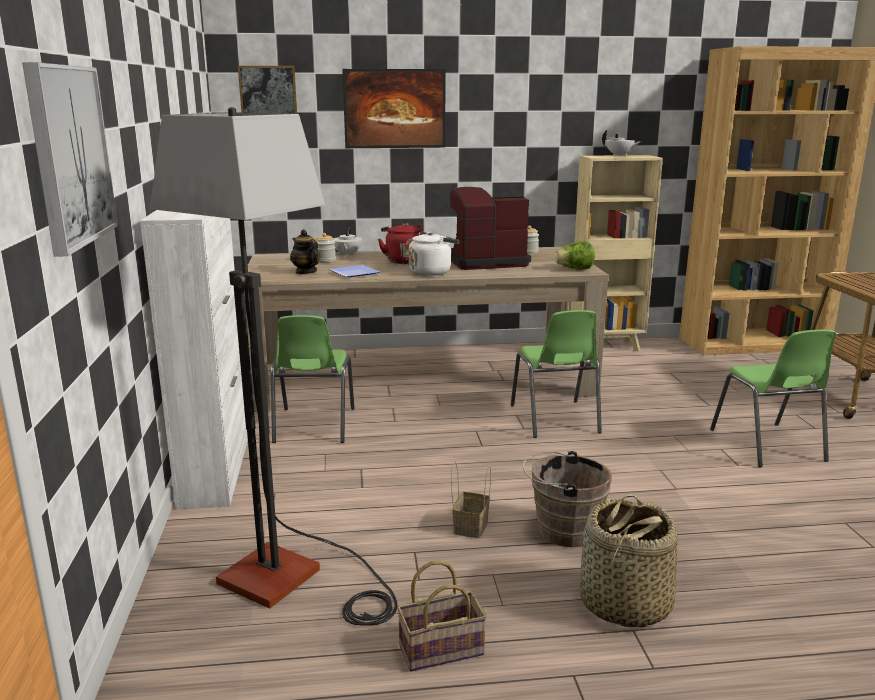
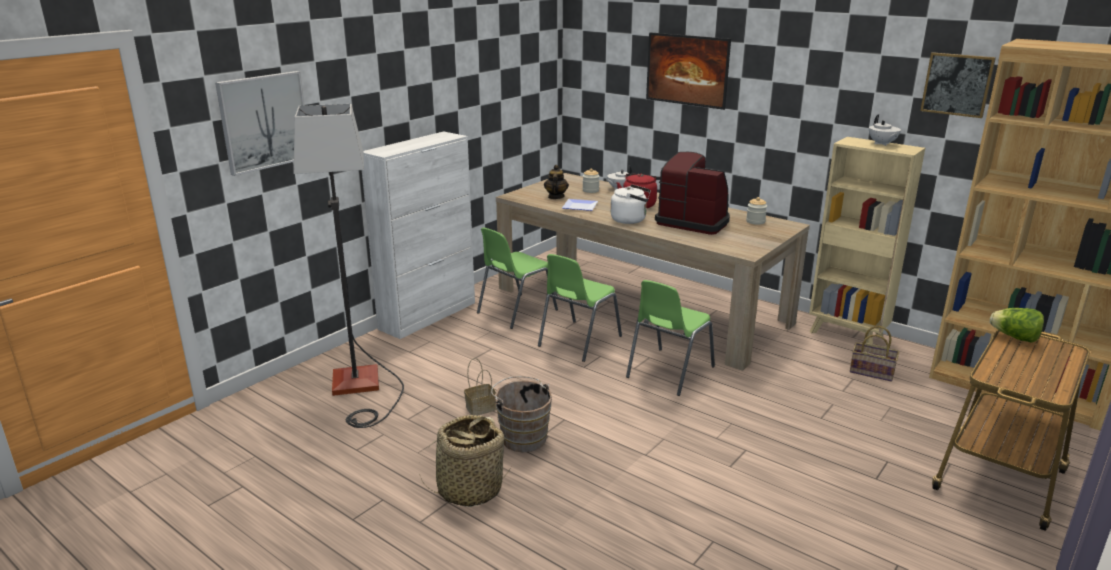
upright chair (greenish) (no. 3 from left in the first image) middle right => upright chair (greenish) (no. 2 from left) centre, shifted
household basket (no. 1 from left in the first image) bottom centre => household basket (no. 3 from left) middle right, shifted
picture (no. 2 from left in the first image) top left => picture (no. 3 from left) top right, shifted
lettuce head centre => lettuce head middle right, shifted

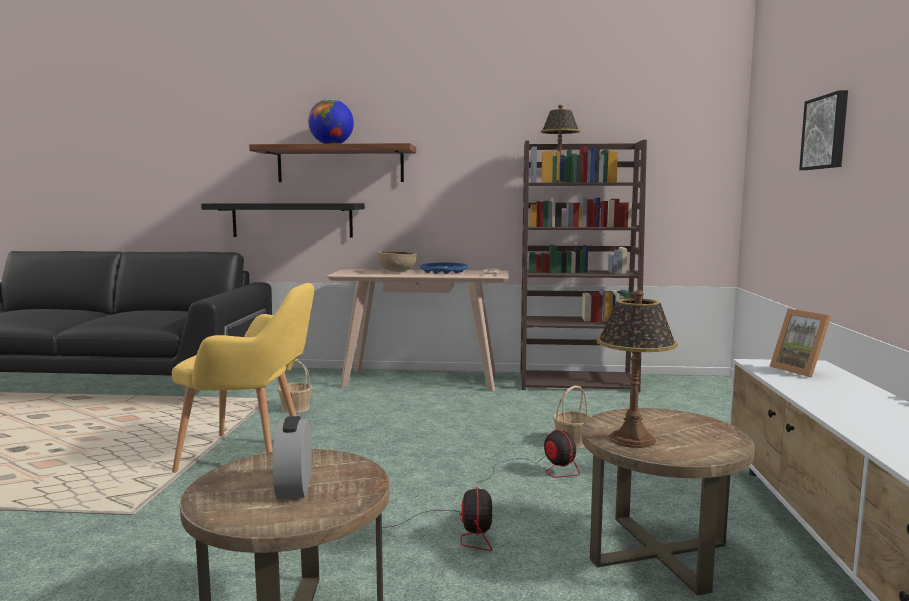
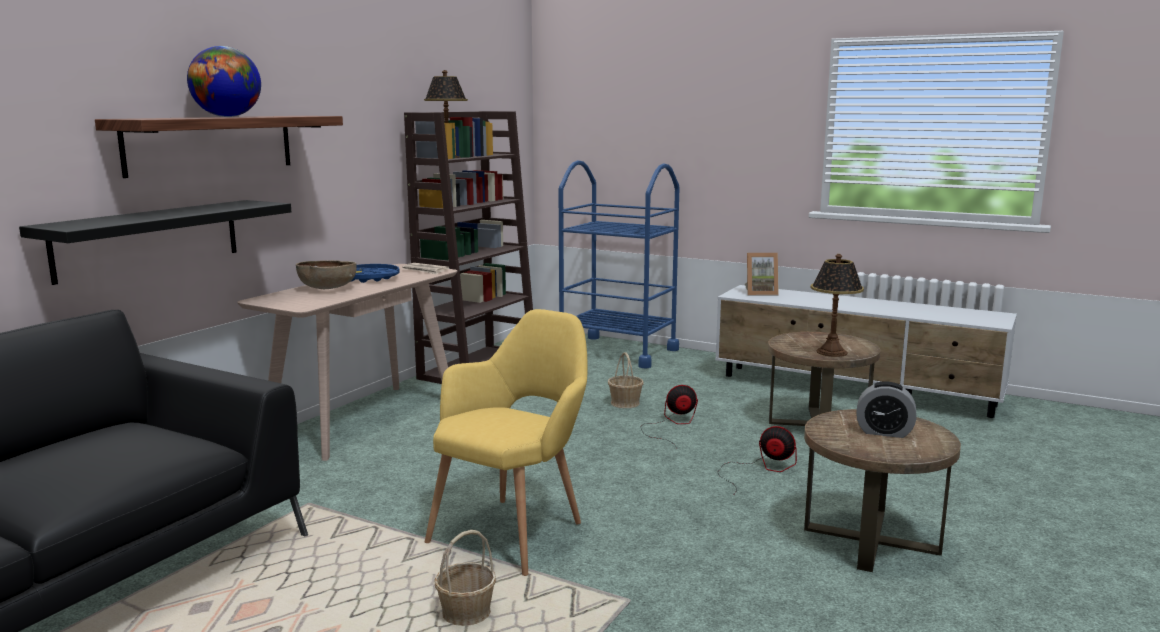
household basket (no. 1 from left) middle left => household basket (no. 1 from left) bottom centre, shifted
nothing => wheeled cart (blue) centre
picture top right => nothing

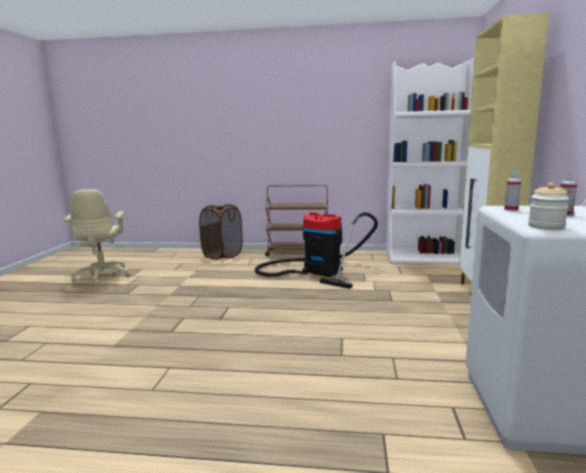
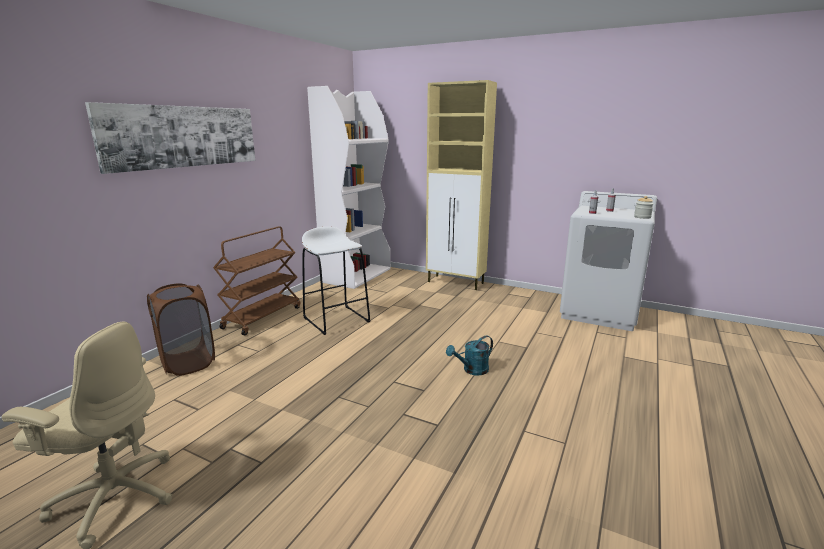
nothing => picture top left
hoover centre => stool seat (white-coloured) centre
nothing => watering pot (turquoise-coloured) centre

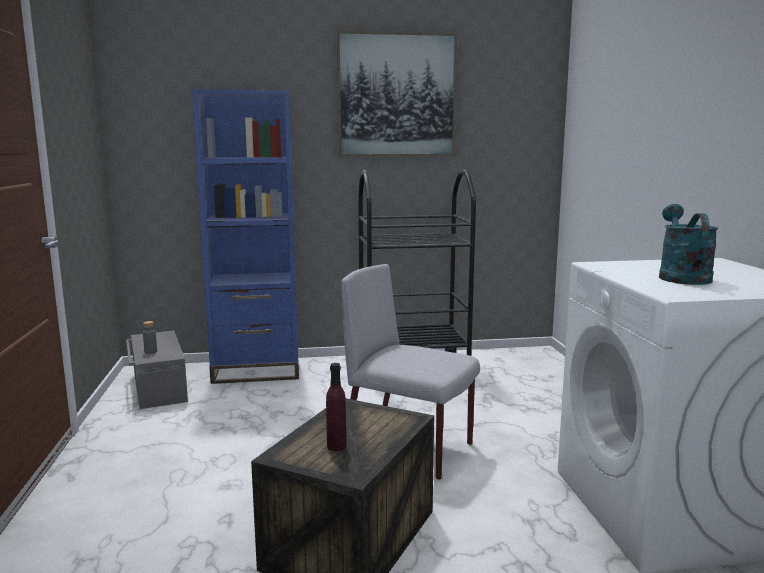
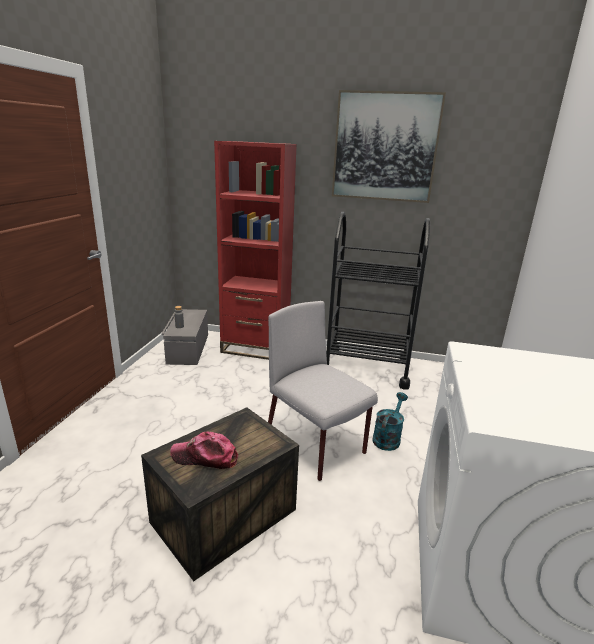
bottle (purple-coloured) bottom centre => peaked cap bottom centre
bookcase (blue) middle left => bookcase (red) centre
watering pot (turquoise-coloured) middle right => watering pot (turquoise-coloured) centre, shifted

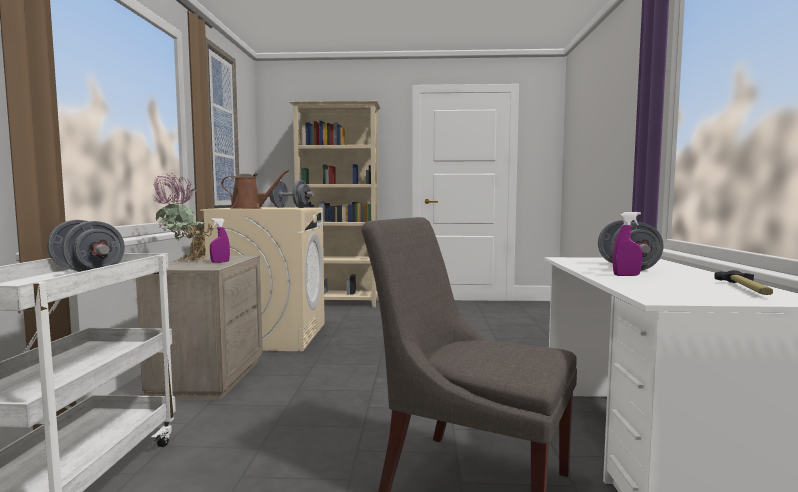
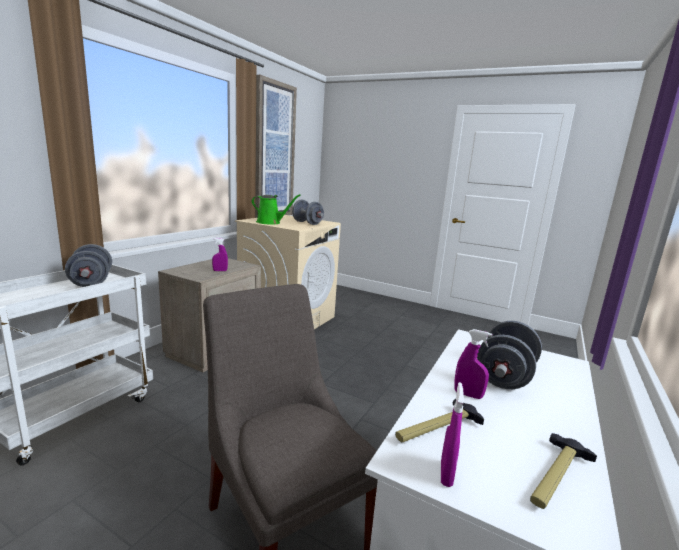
watering pot (brownish) middle left => watering pot (greenish) centre
nothing => tool hammer (no. 1 from left) bottom centre
nothing => sprayer (purple-coloured) (no. 2 from left) bottom centre
plant in a pot middle left => nothing
bookcase (beige-coloured) centre => nothing

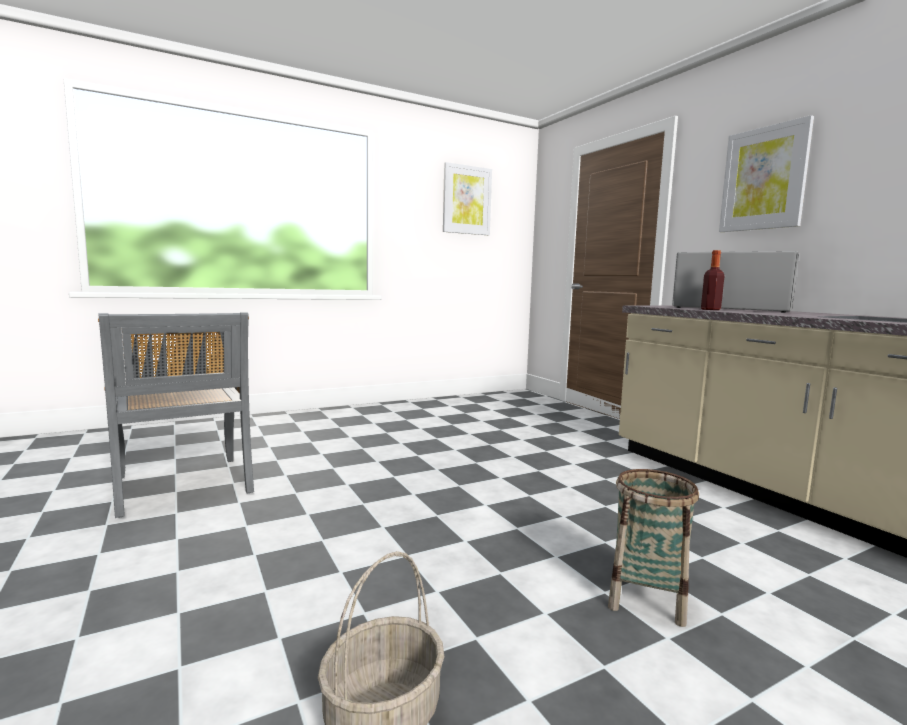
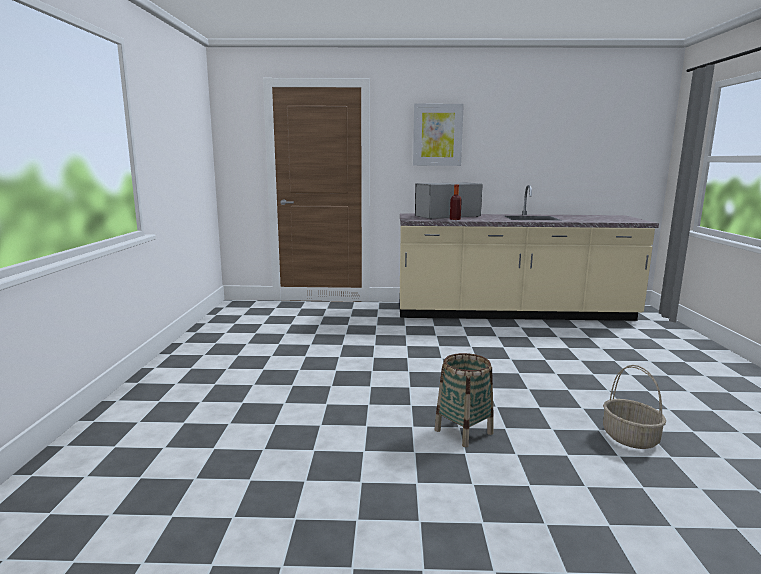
household basket (no. 2 from left in the first image) bottom right => household basket (no. 1 from left) bottom centre, shifted
upright chair (grey) middle left => nothing
picture (no. 1 from left) top centre => nothing

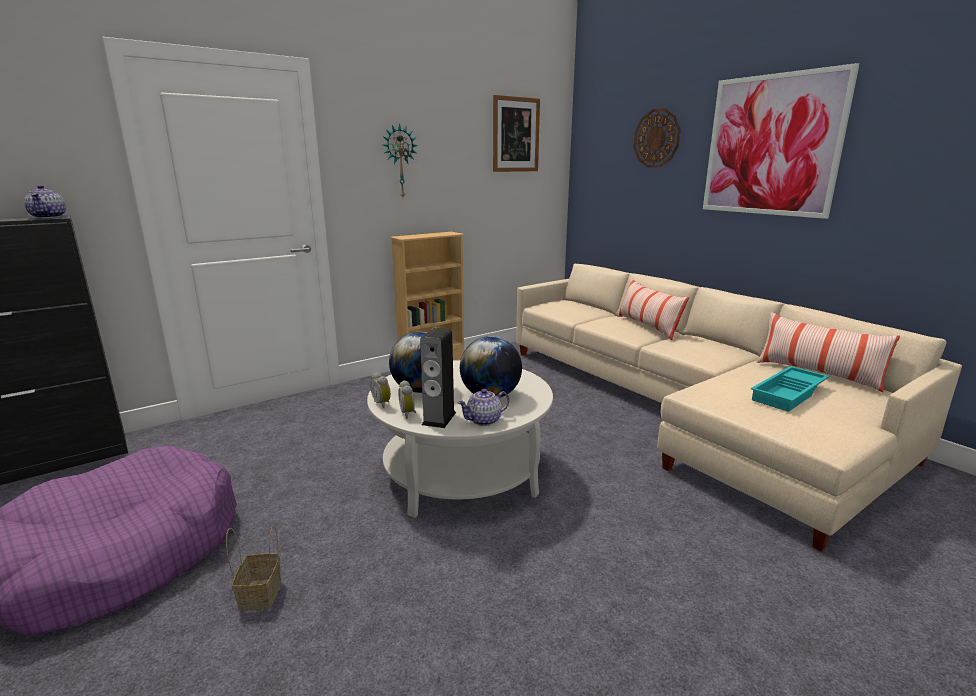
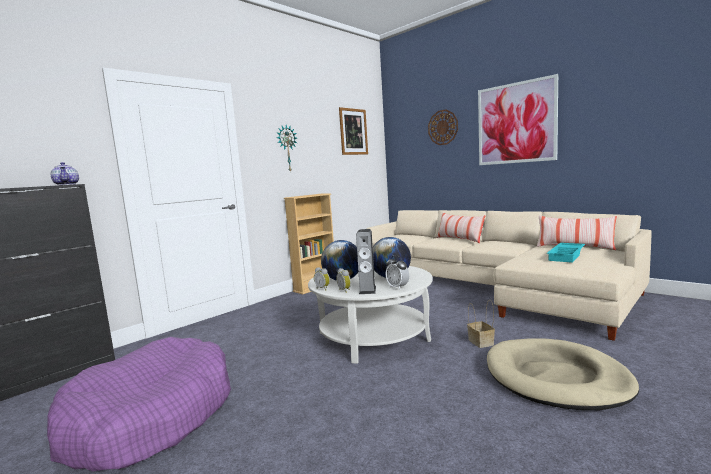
teapot (no. 2 from left) centre => alarm clock (no. 3 from left) centre
household basket bottom left => household basket bottom right, shifted
nothing => dog bed (beige-coloured) bottom right

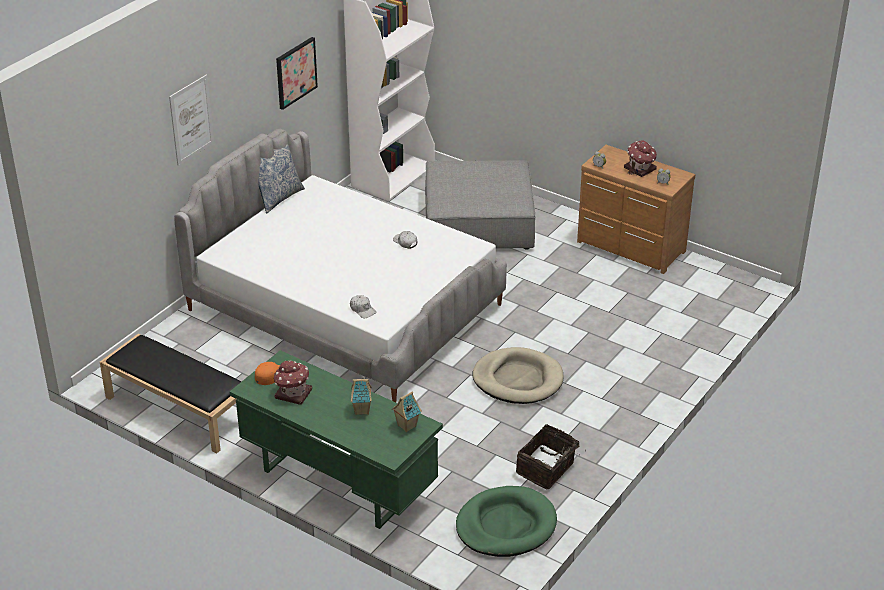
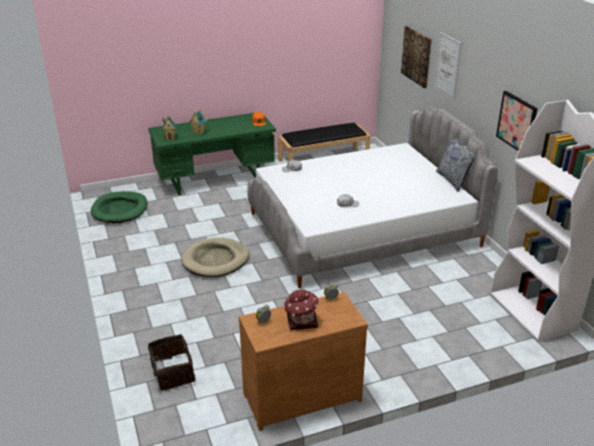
household basket bottom centre => household basket bottom left, shifted
nothing => picture (no. 1 from left) top right
model house (no. 1 from left) middle left => nothing
footrest (grey) centre => nothing

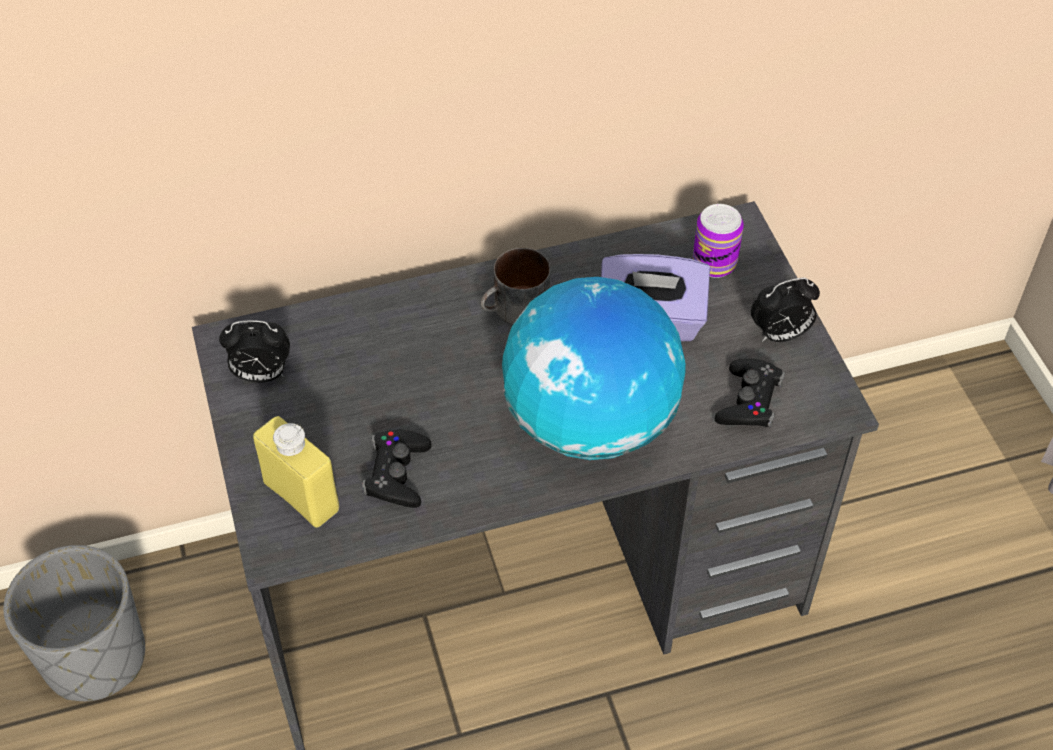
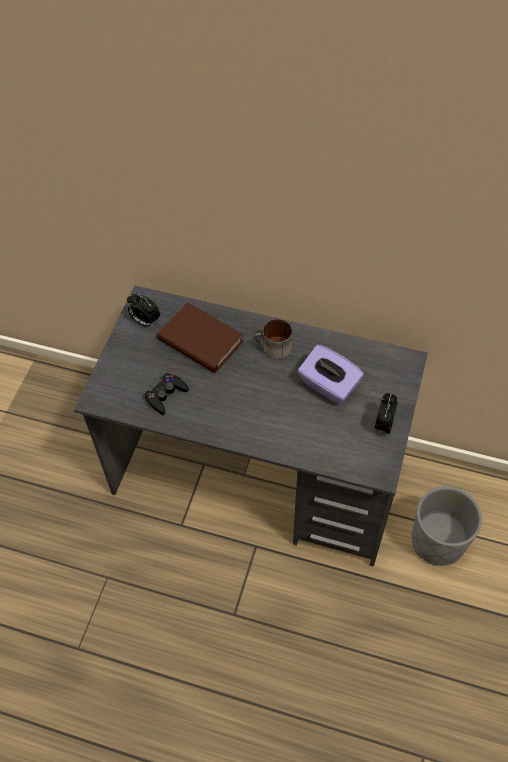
nothing => volume (brownish) centre
alarm clock (no. 2 from left) middle right, 90 degrees clockwise
plant pot (grey) bottom left => plant pot (grey) bottom right, shifted
bottle (yellowish) middle left => nothing
world globe centre => nothing
can top right => nothing
gamepad (blackish) (no. 2 from left) middle right => nothing

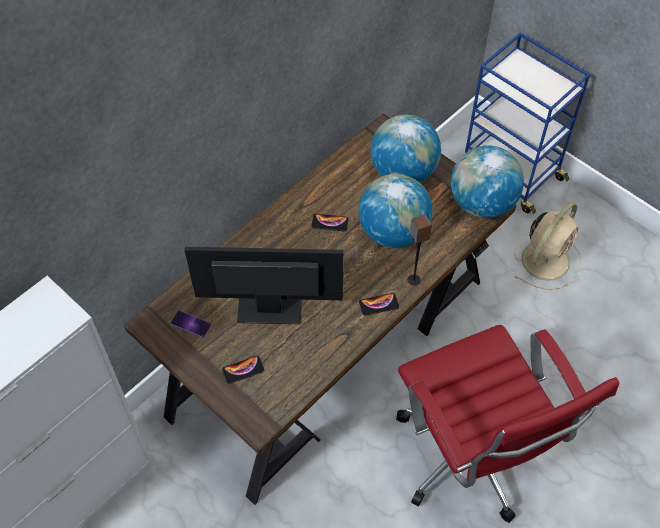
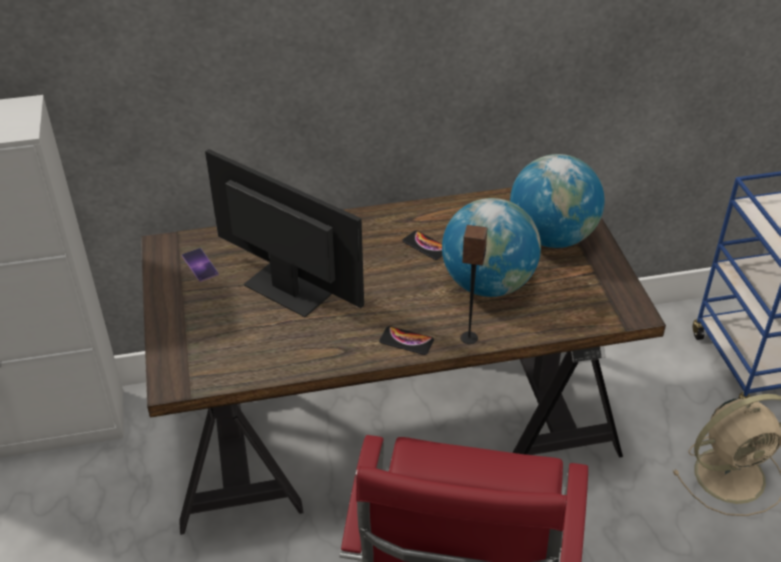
phone (no. 2 from left) bottom centre => nothing
world globe (no. 3 from left) middle right => nothing

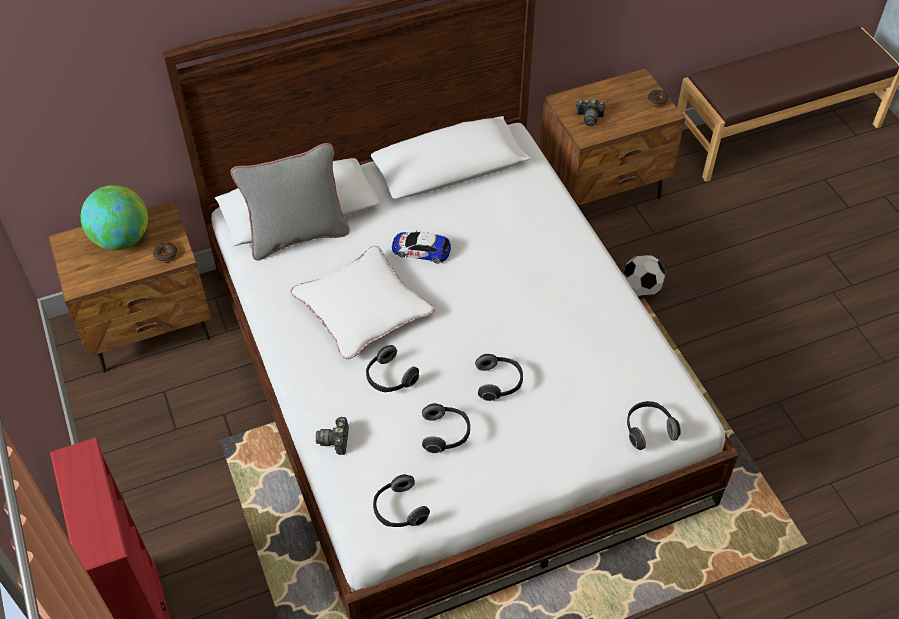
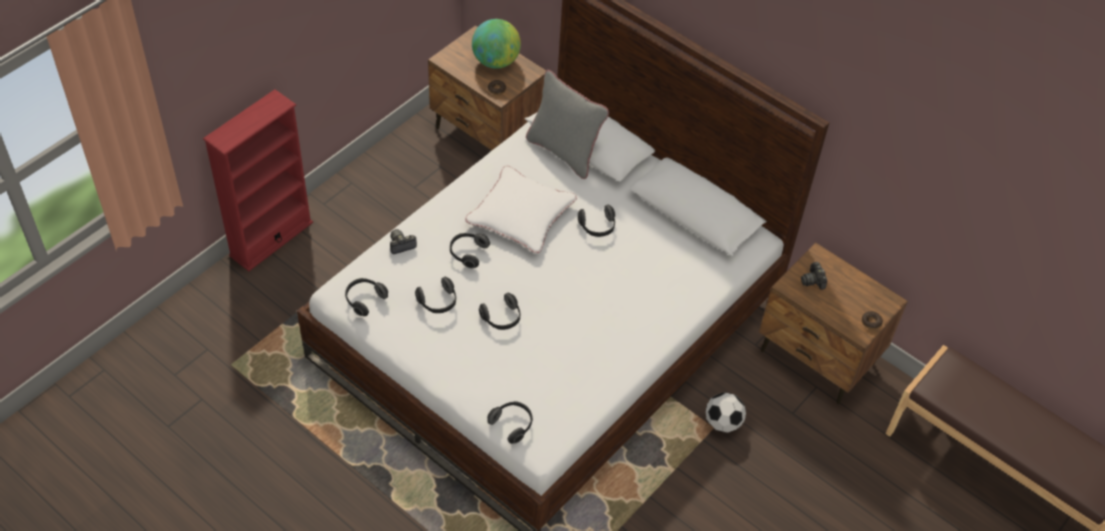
model car centre => headset (no. 6 from left) centre

